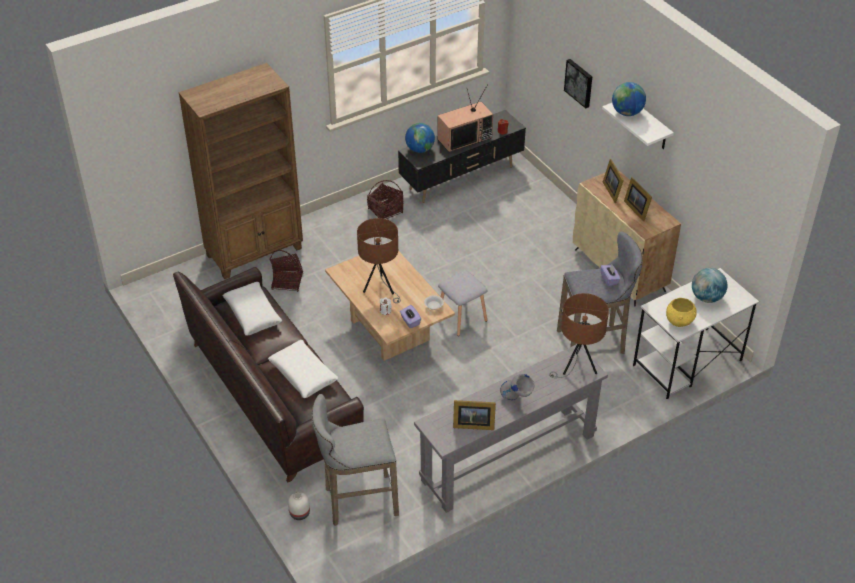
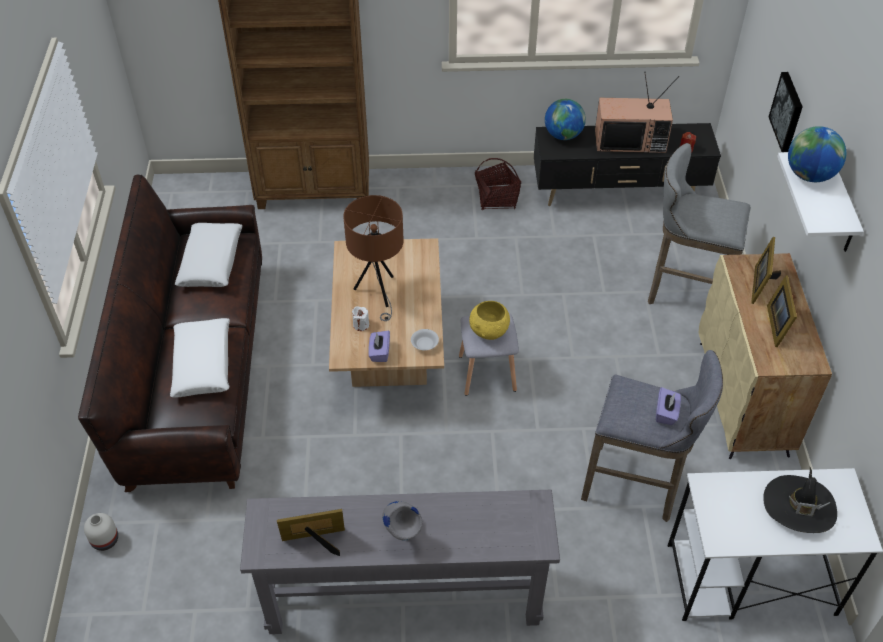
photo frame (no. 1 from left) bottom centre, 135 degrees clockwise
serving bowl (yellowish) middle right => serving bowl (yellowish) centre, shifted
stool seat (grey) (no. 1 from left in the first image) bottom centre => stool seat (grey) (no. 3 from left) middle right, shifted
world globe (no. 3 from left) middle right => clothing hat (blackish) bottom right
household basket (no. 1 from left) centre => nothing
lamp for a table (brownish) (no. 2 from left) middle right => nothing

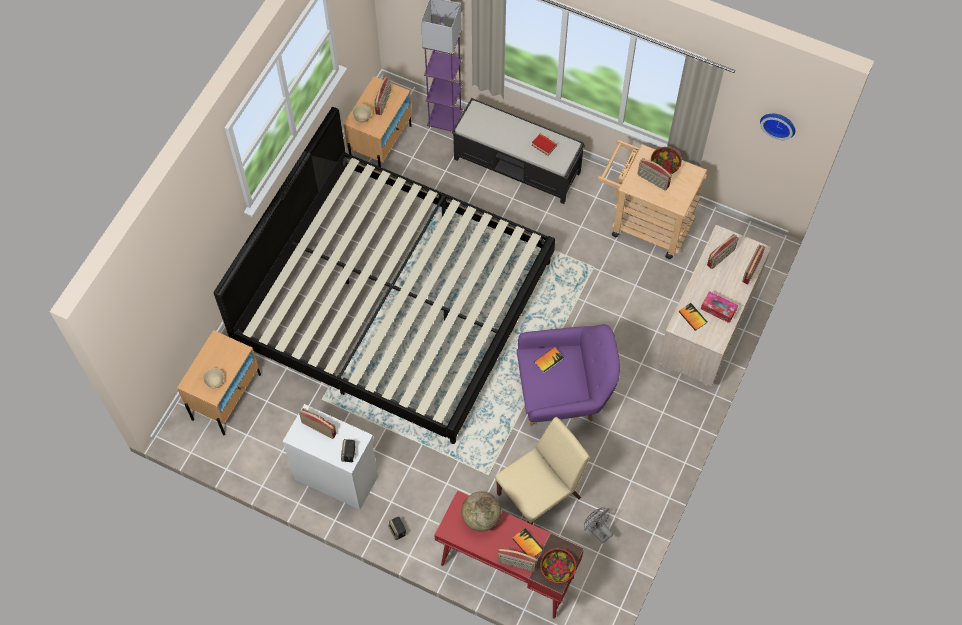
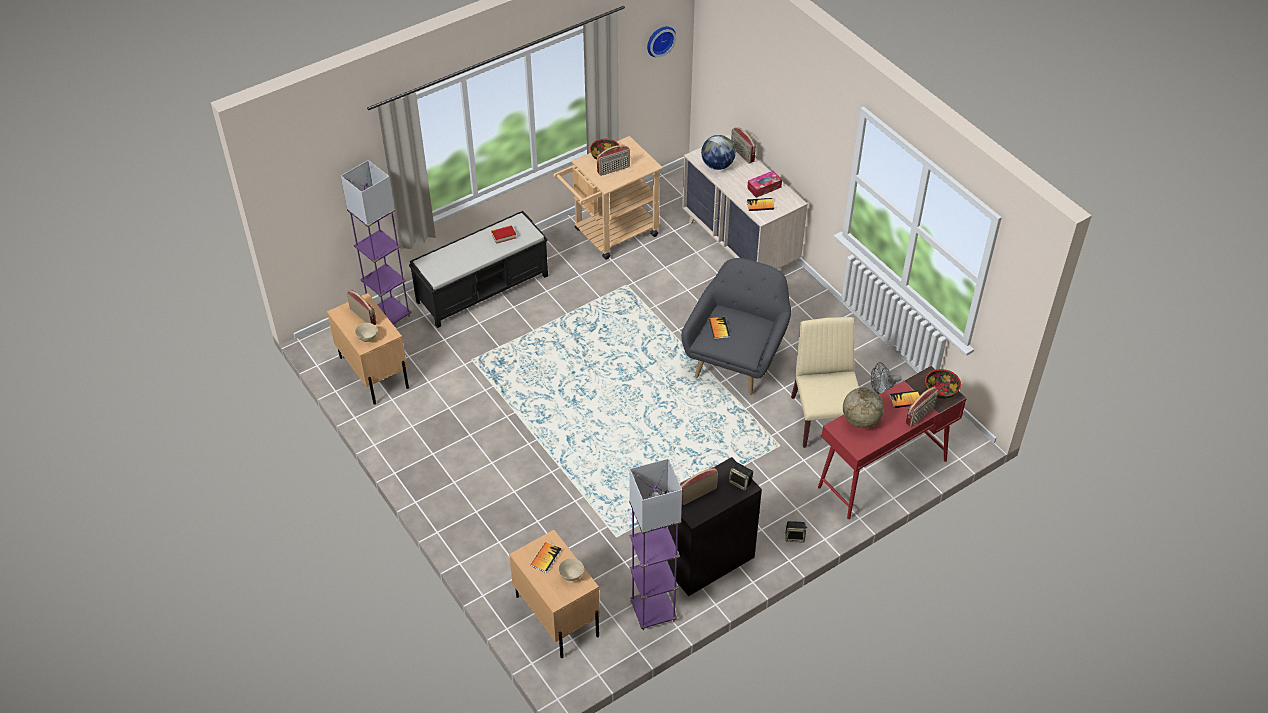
nothing => volume (no. 2 from left) bottom centre
nothing => floor lamp (purple-coloured) (no. 2 from left) bottom centre
storage cabinet (white-coloured) bottom centre => storage cabinet (blackish) bottom centre
easy chair (purple-coloured) centre => easy chair (grey) centre
radio set (no. 5 from left) middle right => world globe (no. 1 from left) top centre
bed centre => nothing

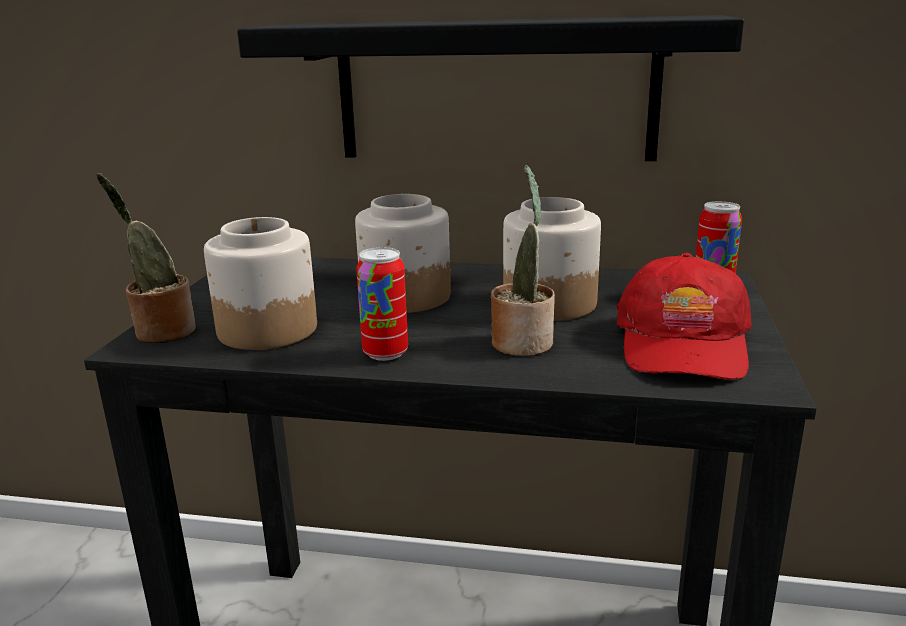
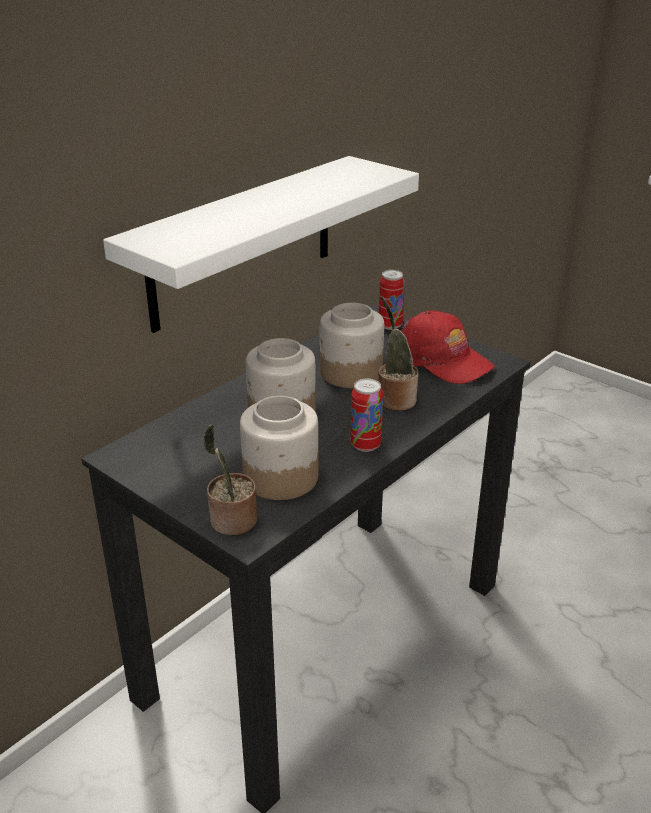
wall shelf (blackish) top centre => wall shelf (white-coloured) top centre

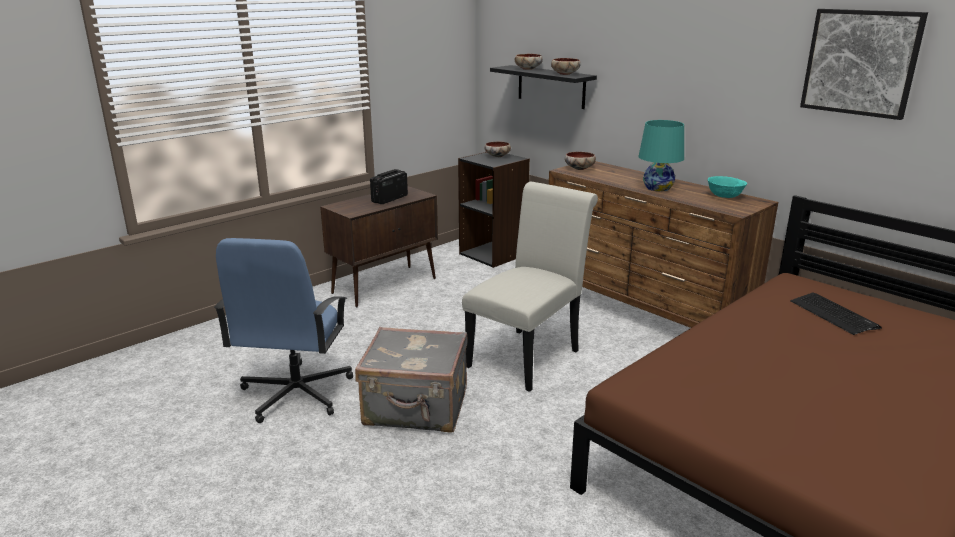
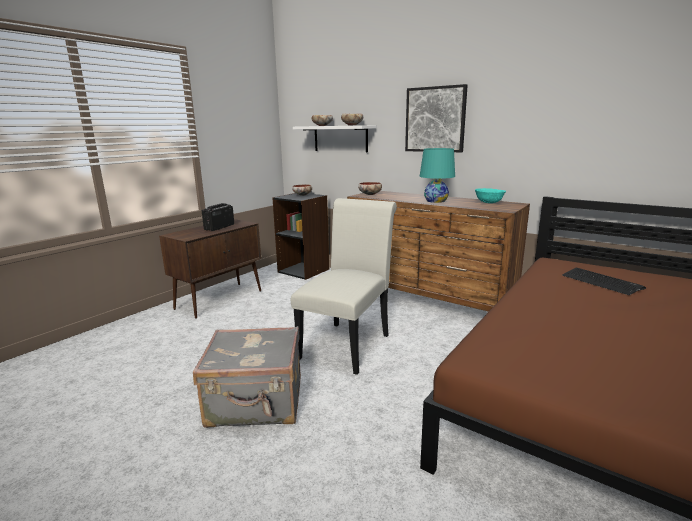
wall shelf (blackish) top centre => wall shelf (white-coloured) top centre
picture top right => picture top centre, shifted
desk chair (blue) middle left => nothing

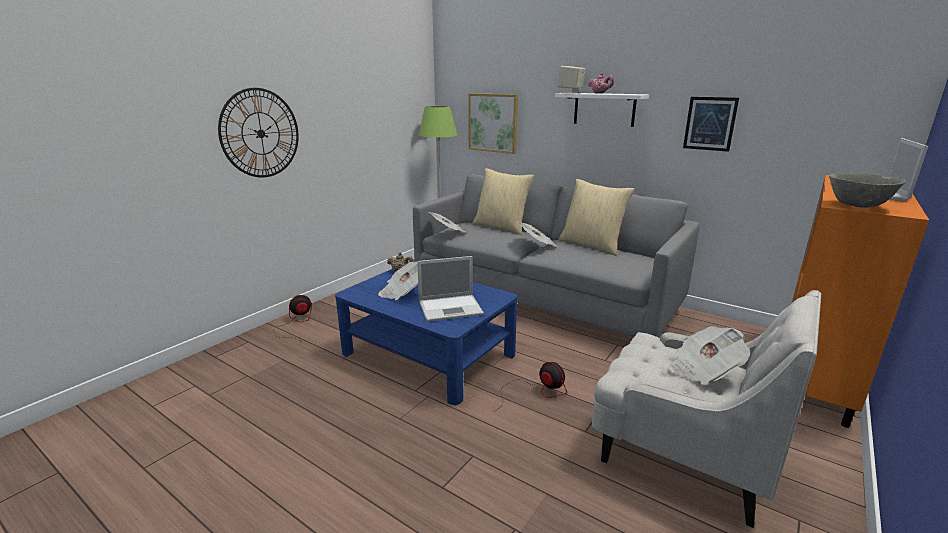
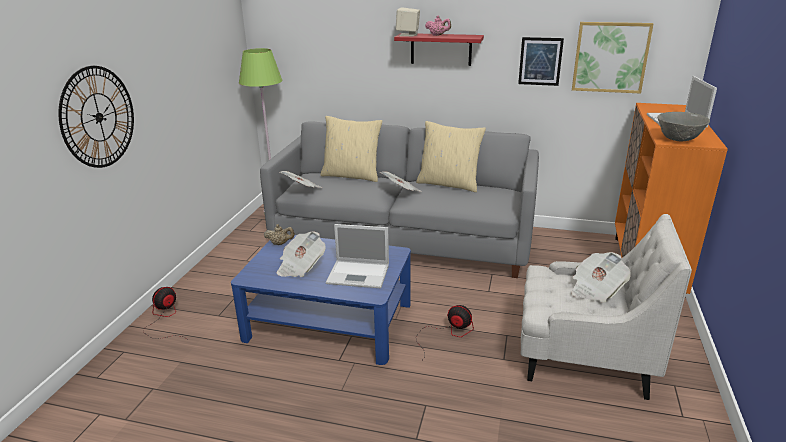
laptop (no. 1 from left) centre, 45 degrees clockwise
wall shelf (white-coloured) top centre => wall shelf (red) top centre
picture (no. 1 from left in the first image) top centre => picture (no. 2 from left) top right, shifted

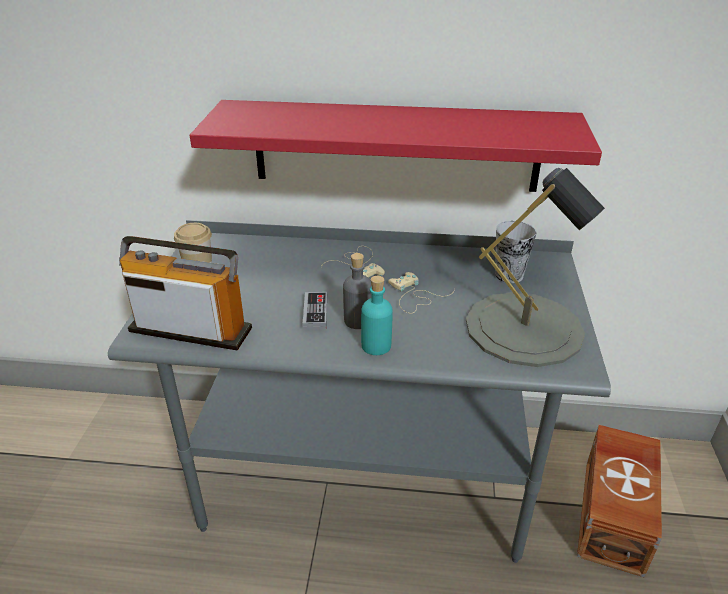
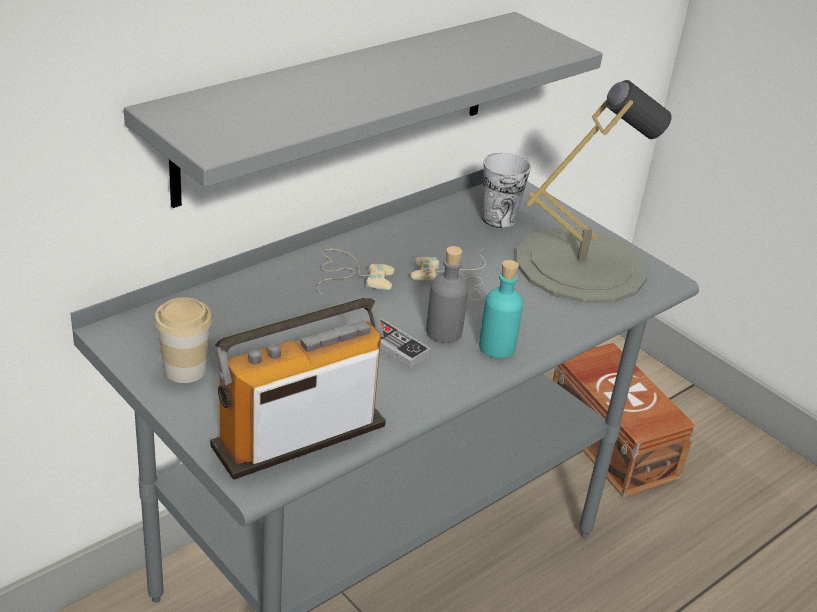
wall shelf (red) top centre => wall shelf (grey) top centre

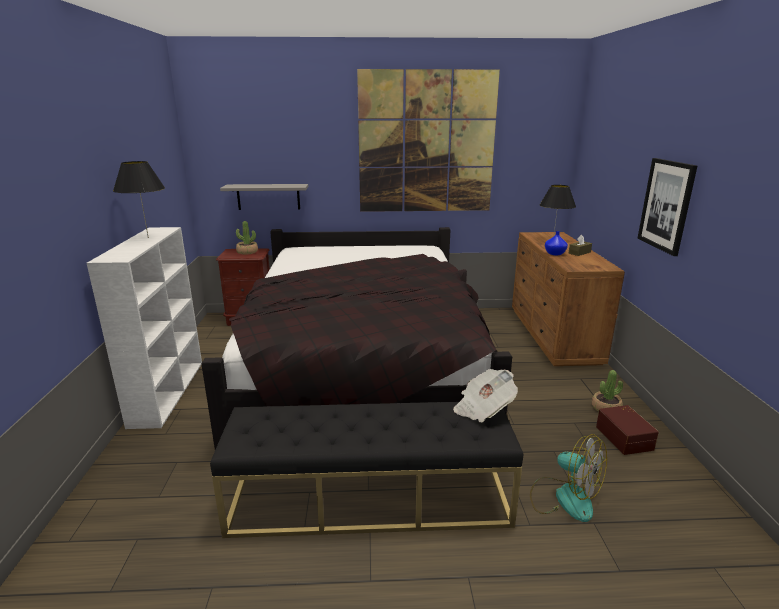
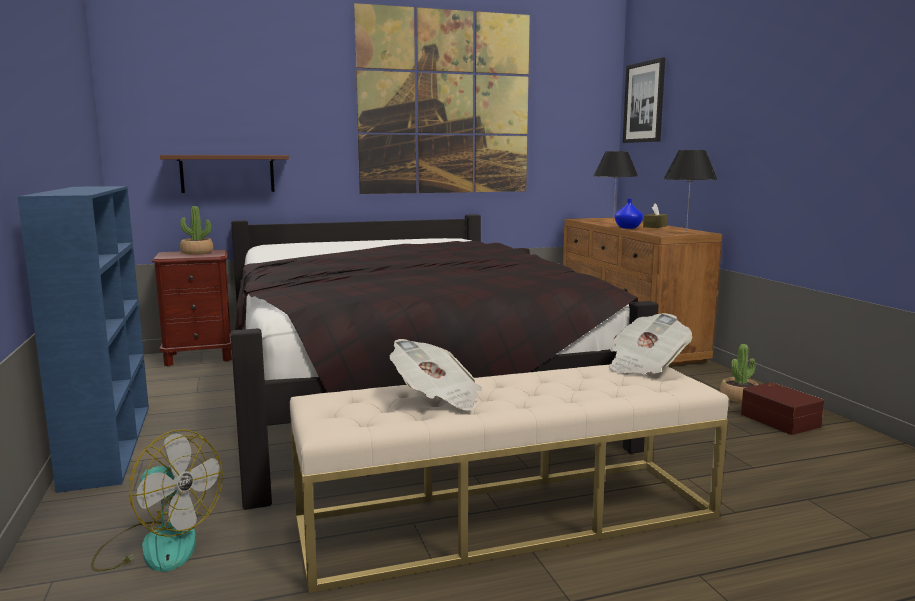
bookcase (white-coloured) middle left => bookcase (blue) middle left
fan bottom right => fan bottom left, shifted
wall shelf (grey) top centre => wall shelf (brownish) top left
bench (blackish) bottom centre => bench (beige-coloured) bottom centre
nothing => newspaper (no. 1 from left) centre
picture (no. 2 from left) middle right => picture (no. 2 from left) top right, shifted
lamp for a table (blackish) (no. 1 from left in the first image) top left => lamp for a table (blackish) (no. 2 from left) top right, shifted

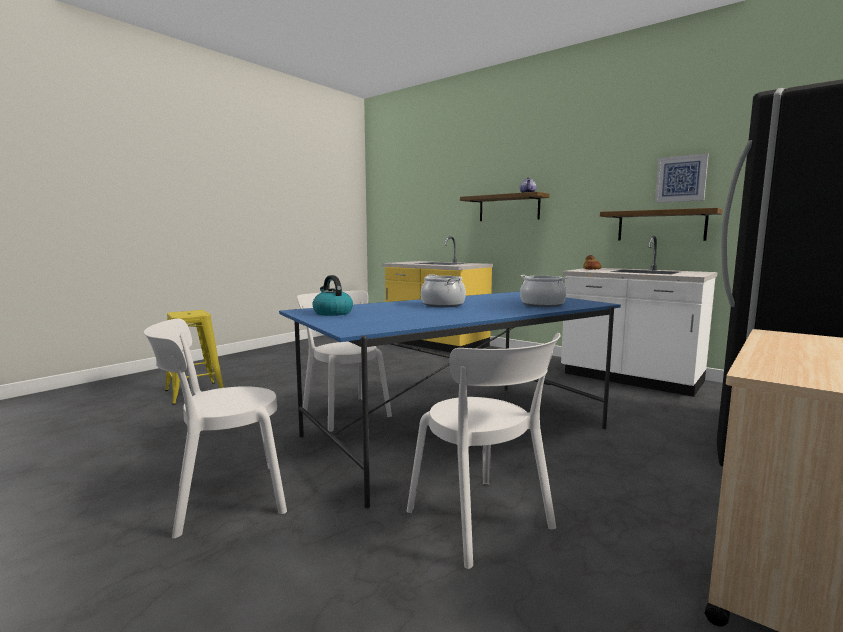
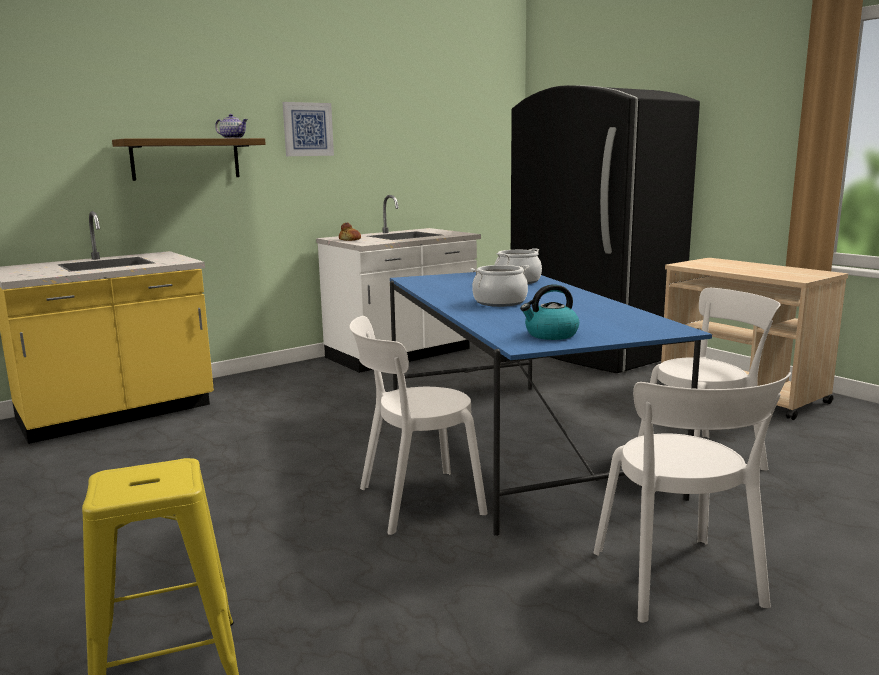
picture top right => picture top centre, shifted
wall shelf (no. 2 from left) middle right => nothing

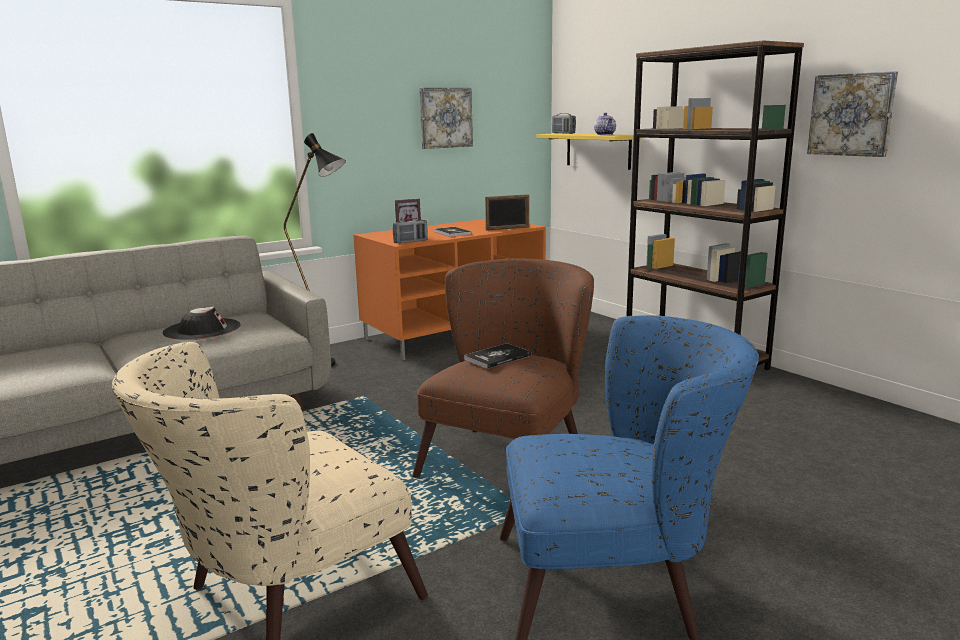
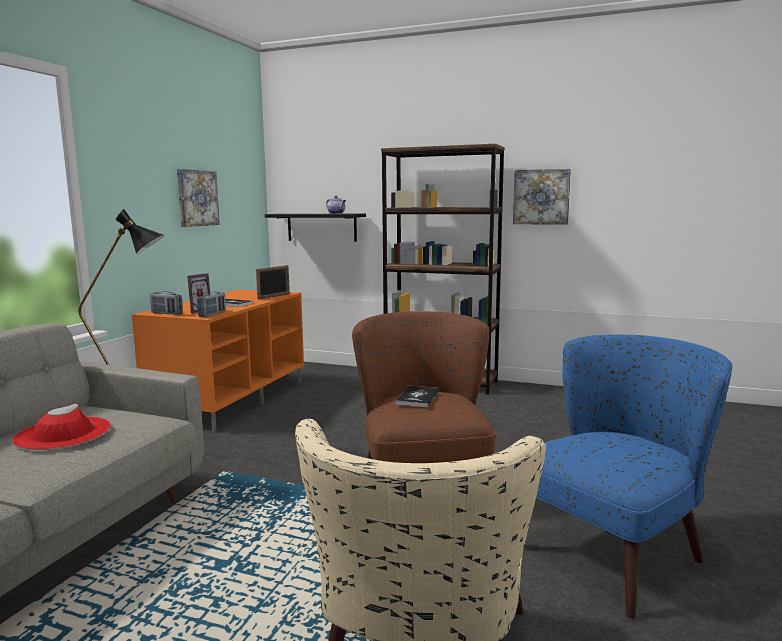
clothing hat (blackish) middle left => clothing hat (red) middle left
radio set (no. 2 from left in the first image) top centre => radio set (no. 1 from left) middle left, shifted
wall shelf (yellowish) top centre => wall shelf (blackish) centre

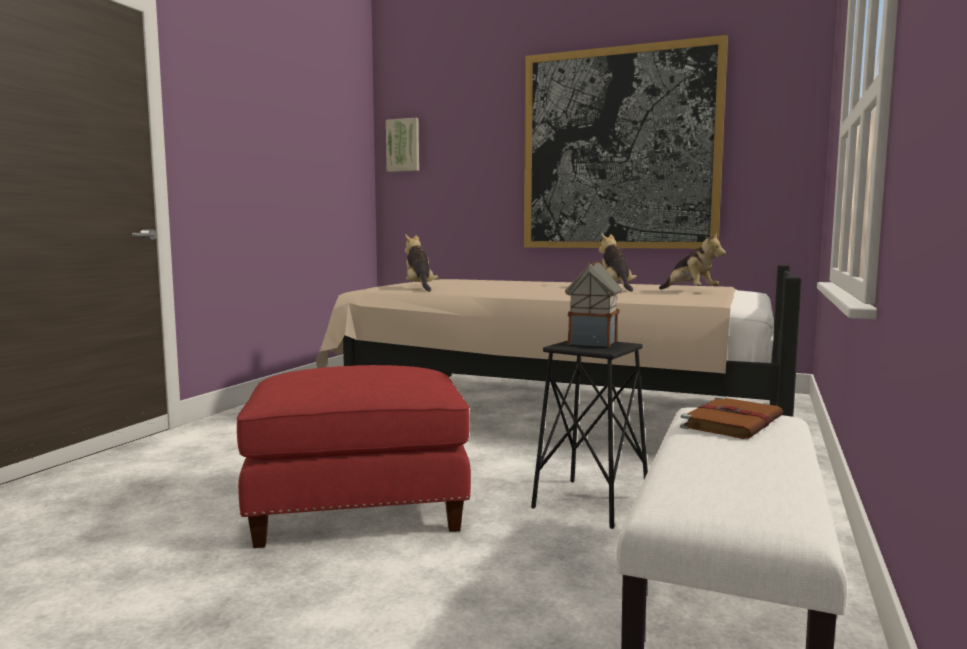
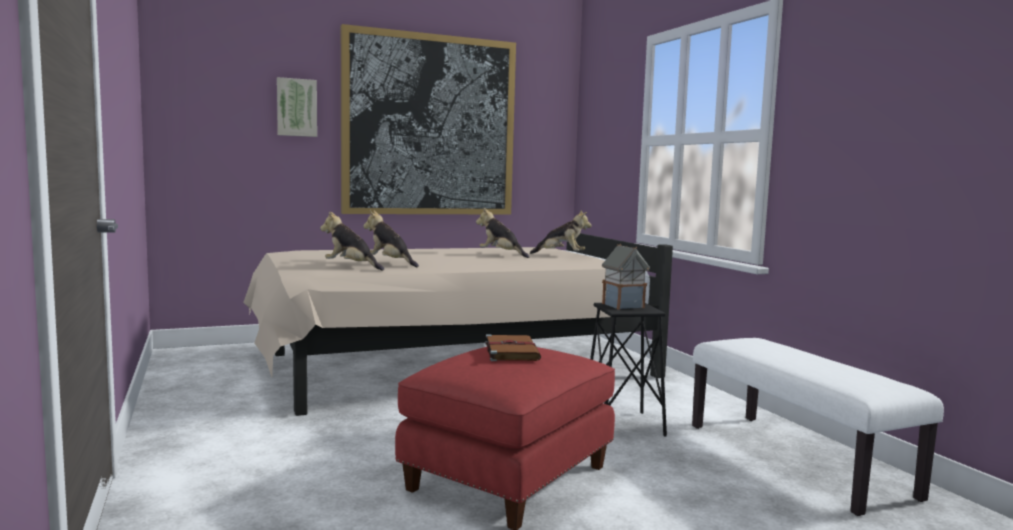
picture (no. 1 from left) top centre => picture (no. 1 from left) top left, shifted
nothing => cuddly toy (no. 2 from left) centre
volume (brownish) middle right => volume (brownish) centre, shifted

